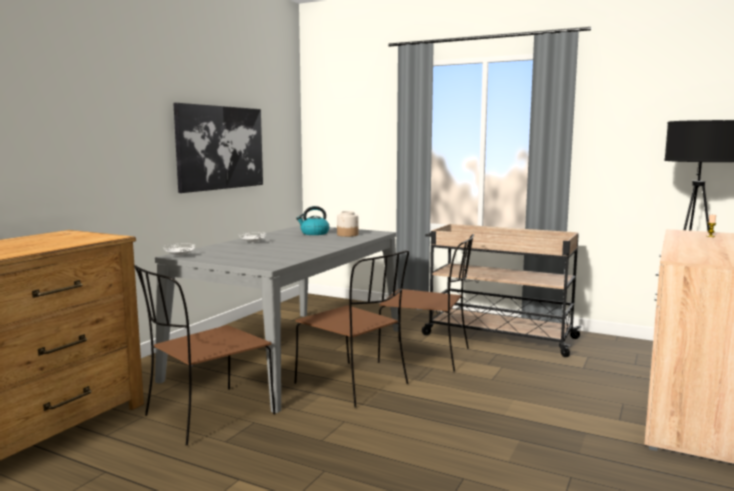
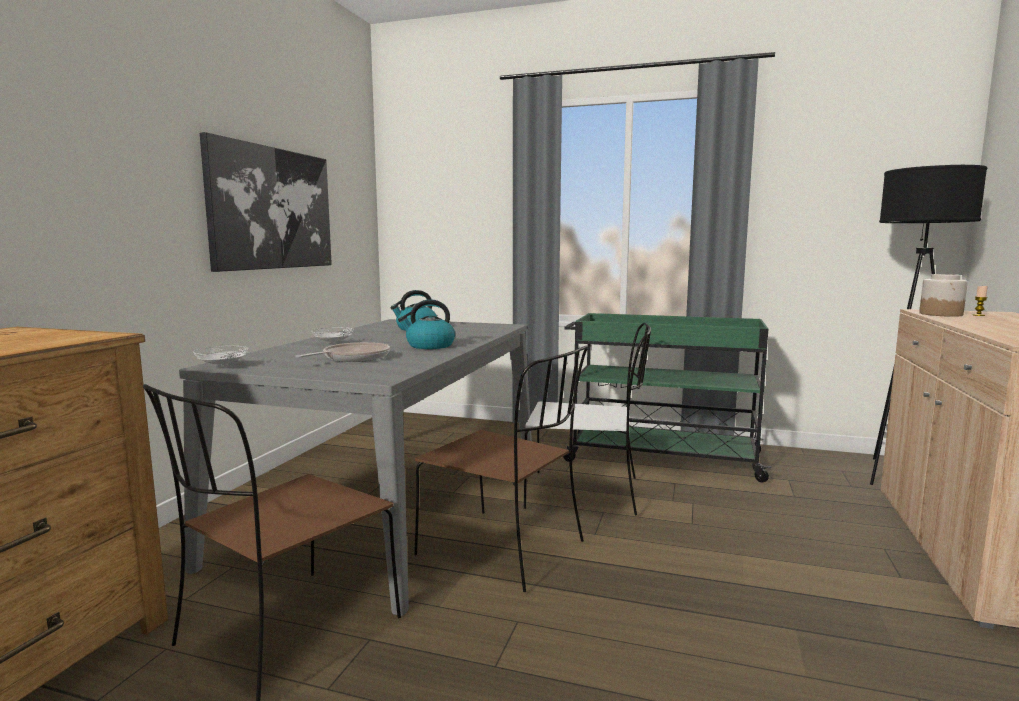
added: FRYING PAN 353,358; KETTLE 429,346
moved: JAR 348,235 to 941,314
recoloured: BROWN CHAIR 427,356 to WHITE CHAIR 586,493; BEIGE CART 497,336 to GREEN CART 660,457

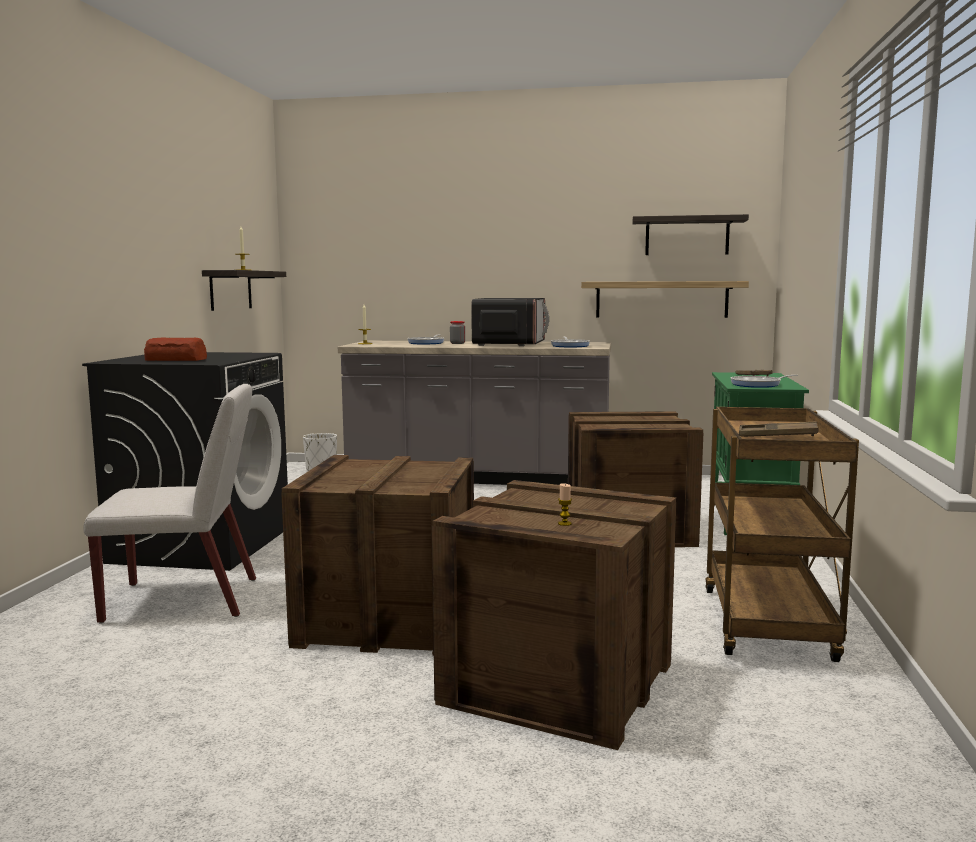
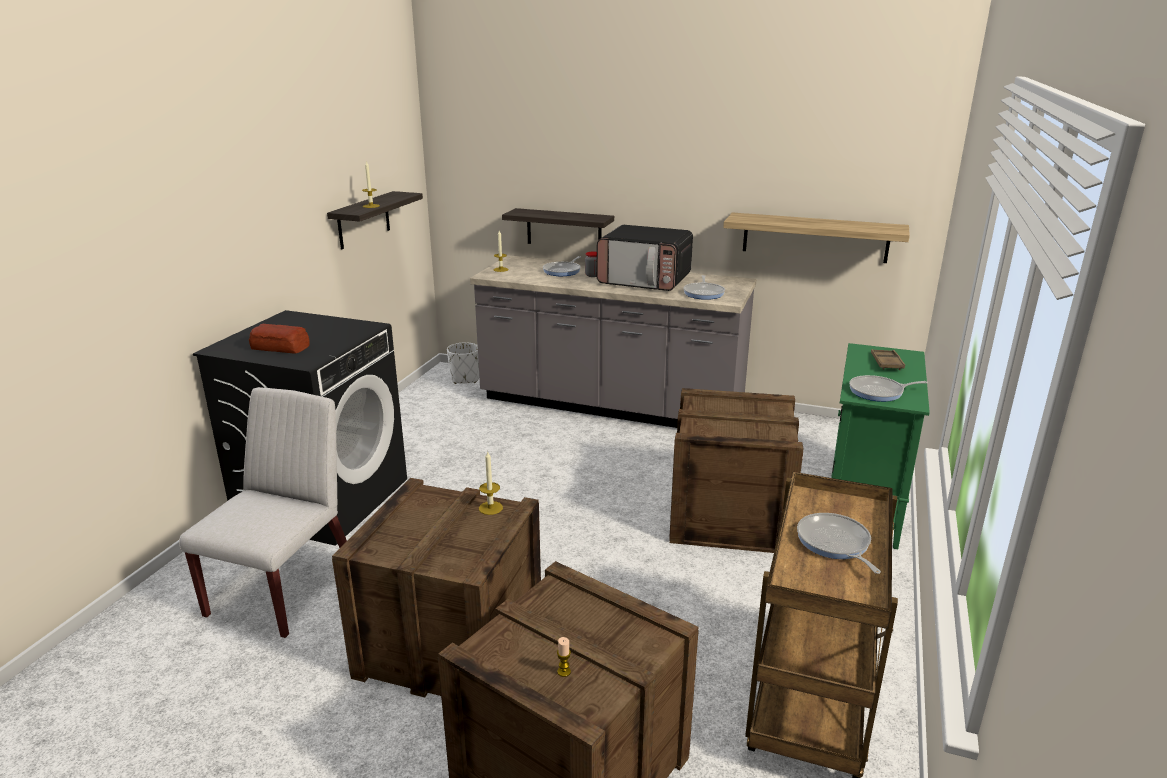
added: CANDLE 490,508
moved: SHELF 687,236 to 564,229
replaced: BROWN TRAY 777,436 to FRYING PAN 834,543
turned: WHITE CHAIR 184,600 = 284,589 75 degrees counterclockwise; MICROWAVE 509,344 = 645,280 90 degrees clockwise

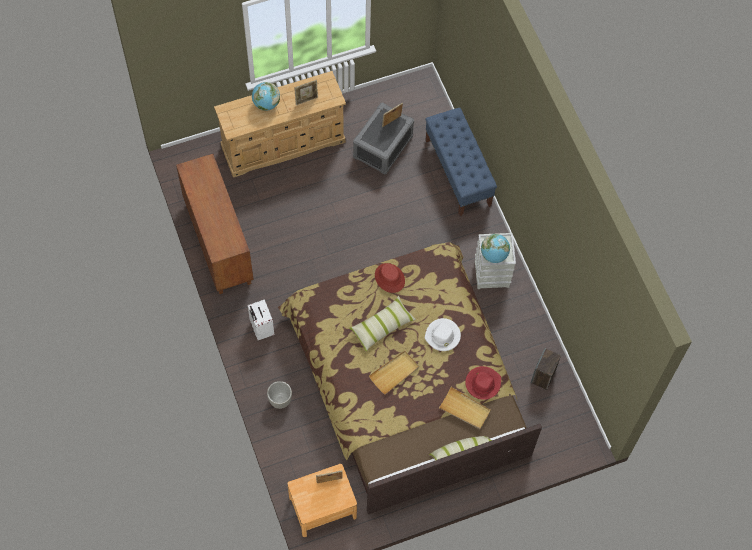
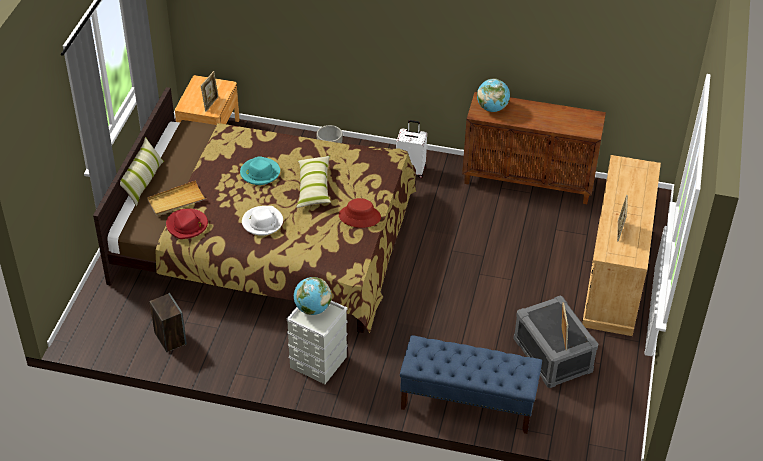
moved: GLOBE 266,104 to 492,108
replaced: BEIGE TRAY 394,373 to TURQUOISE HAT 260,173

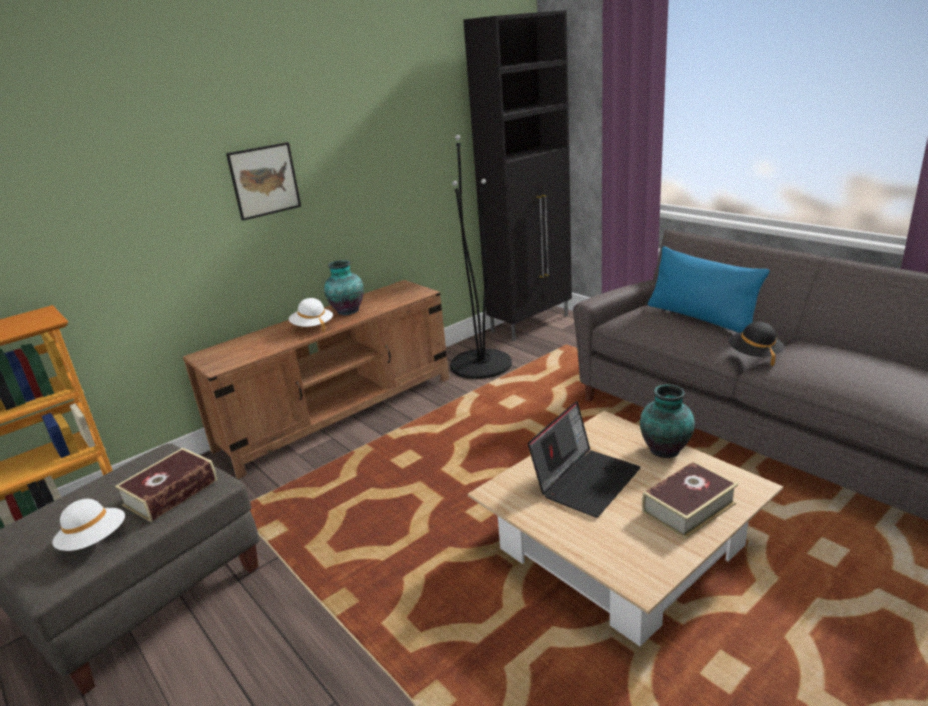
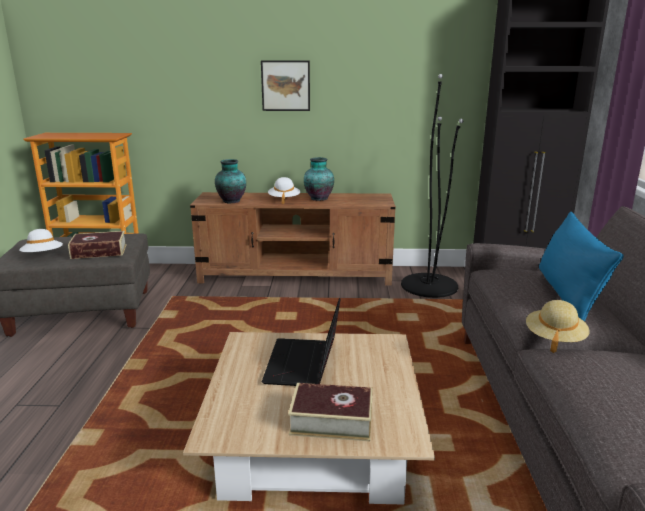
moved: VASE 666,450 to 231,201
recoloured: BLACK HAT 754,355 to BEIGE HAT 554,338
turned: LAPTOP 585,480 = 304,364 105 degrees clockwise

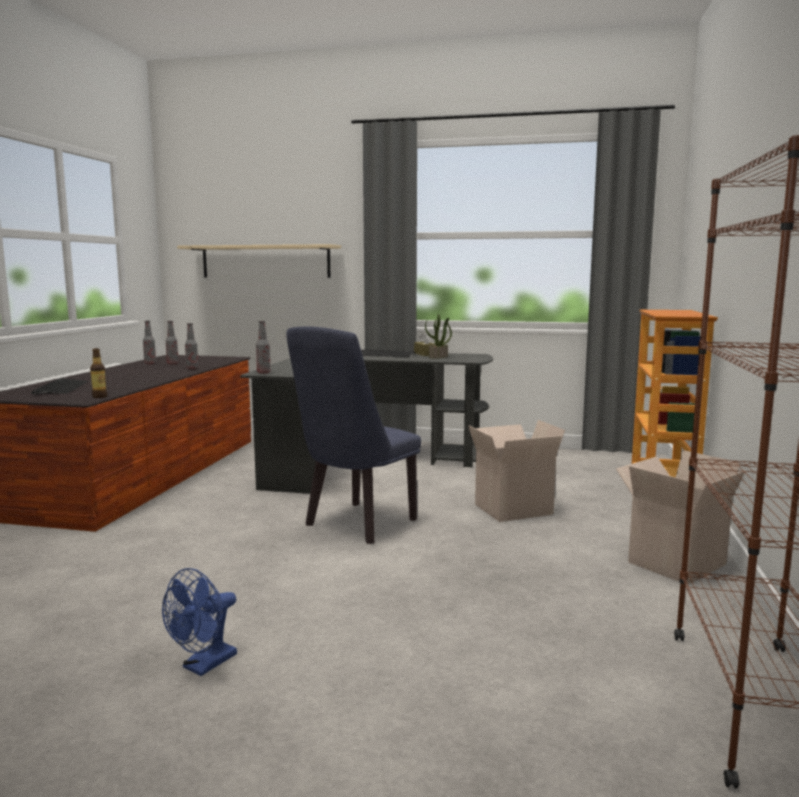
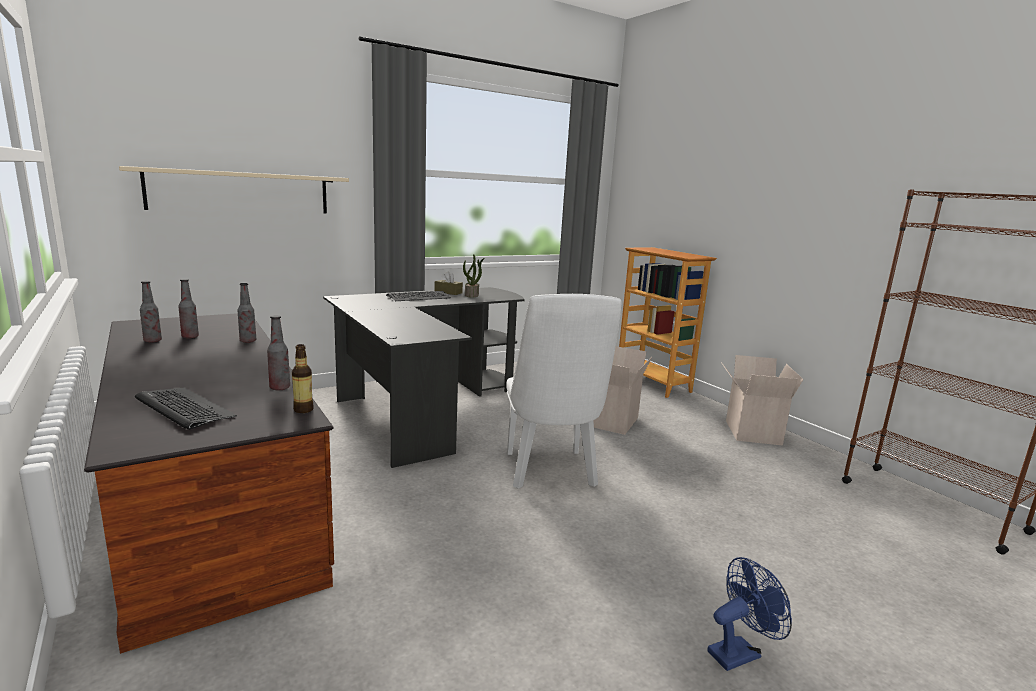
moved: BOTTLE 263,372 to 280,388
recoloured: BLUE CHAIR 355,525 to WHITE CHAIR 551,473
turned: BLUE FAN 204,666 = 739,652 105 degrees counterclockwise

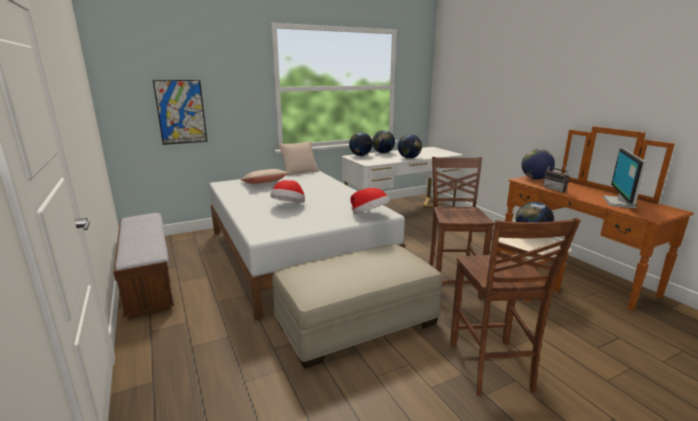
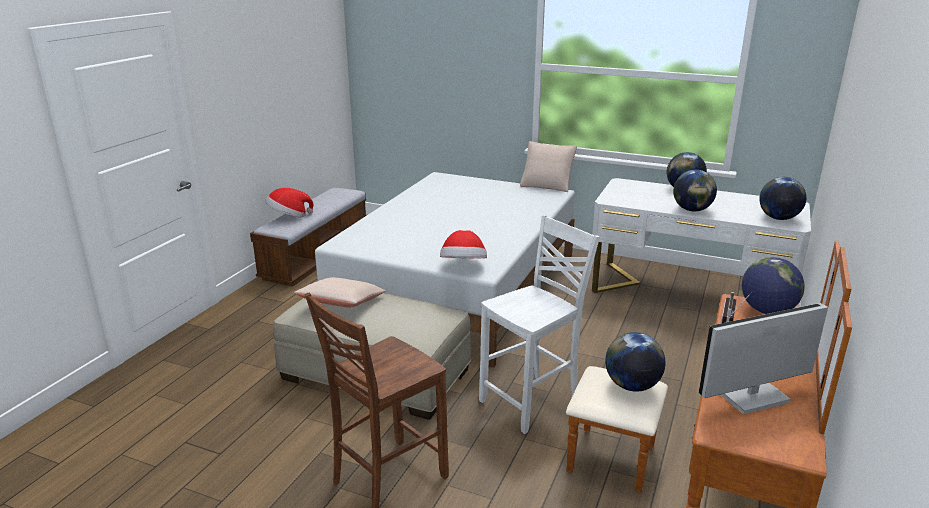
removed: PICTURE 181,112
moved: BEIGE PILLOW 264,184 to 342,304; HAT 289,206 to 289,217; GLOBE 360,155 to 778,218
recoloured: BROWN CHAIR 452,284 to WHITE CHAIR 532,402

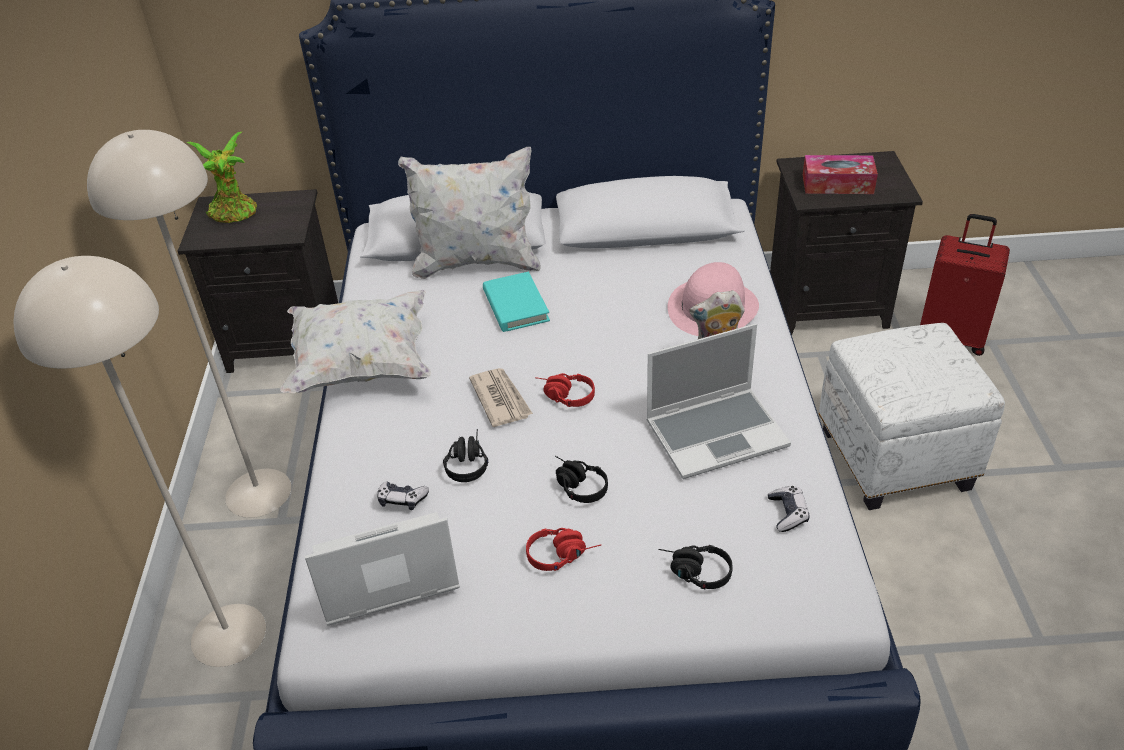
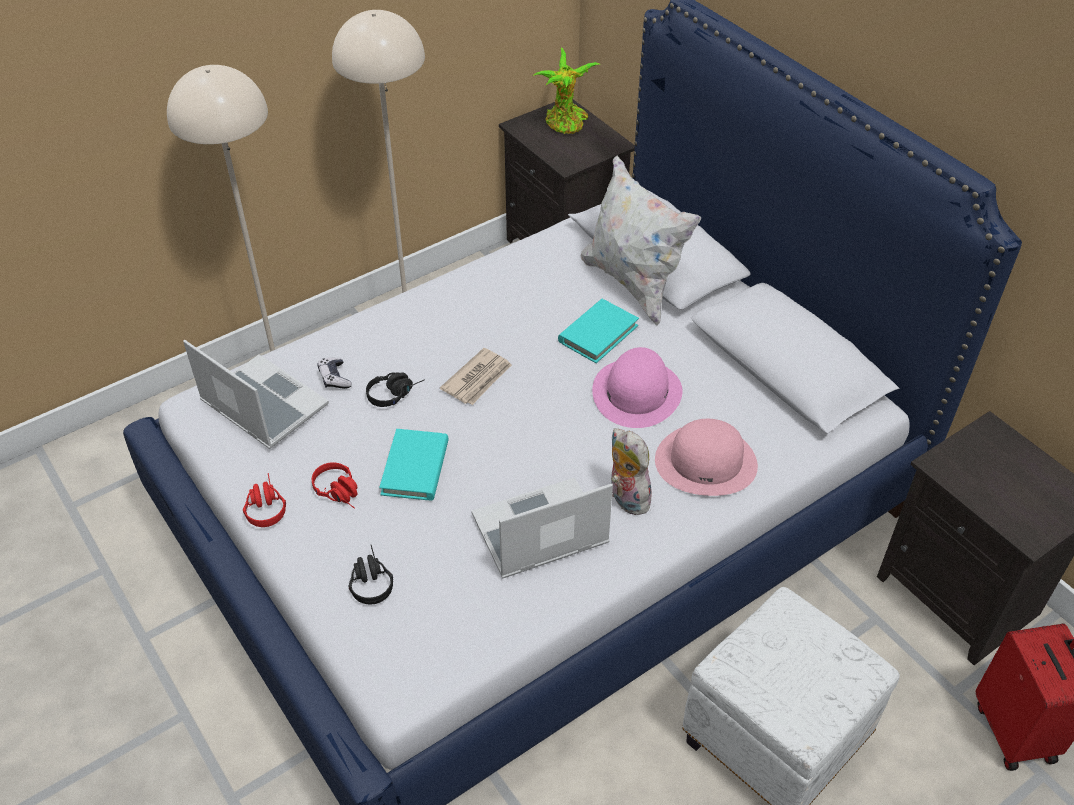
removed: WHITE PILLOW 362,365; GAME CONTROLLER 788,513; TISSUE BOX 837,184
added: PINK HAT 636,392
moved: RED HEADPHONES 563,396 to 265,506
replaced: BLACK HEADPHONES 576,485 to TURQUOISE BOOK 415,468
turned: LAPTOP 717,433 = 539,532 120 degrees clockwise

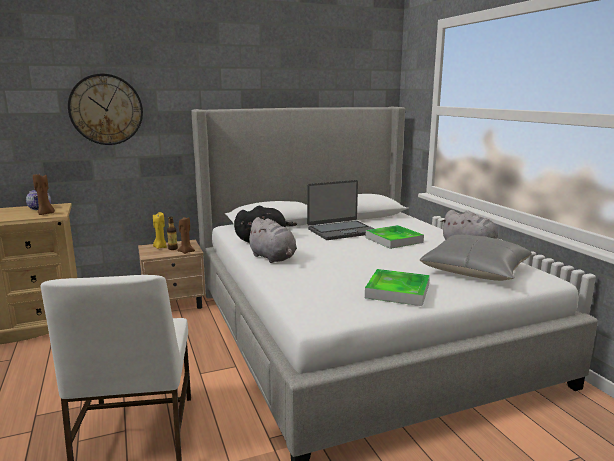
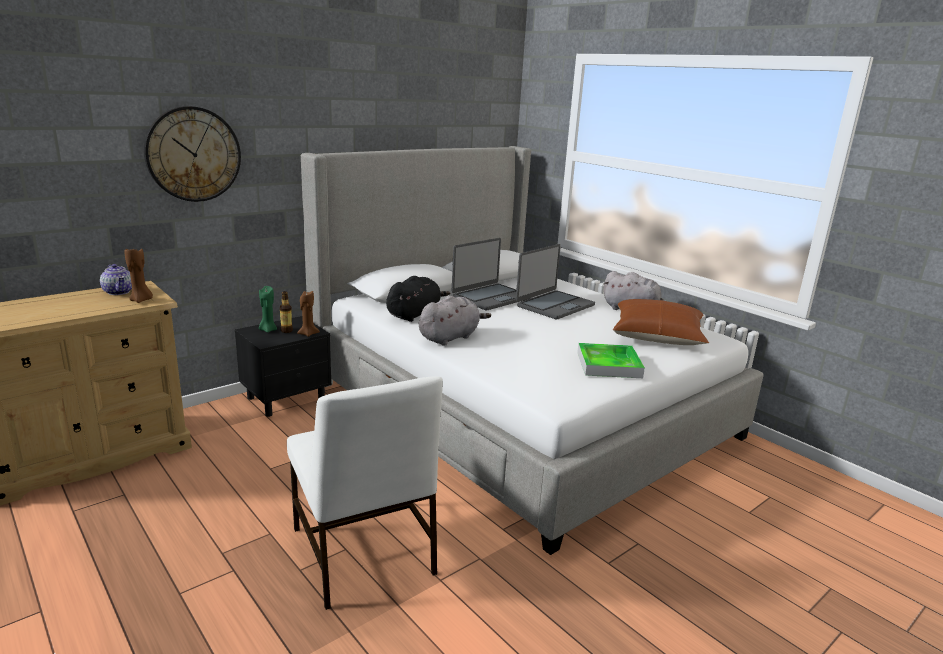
replaced: TRAY 394,240 to LAPTOP 554,305
recoloured: BEIGE NIGHTSTAND 175,304 to BLACK NIGHTSTAND 287,398; YELLOW CANDLE 160,247 to GREEN CANDLE 268,330; GREY PILLOW 475,271 to BROWN PILLOW 657,336
turned: GREY PLUSH TOY 273,258 = 450,337 75 degrees counterclockwise

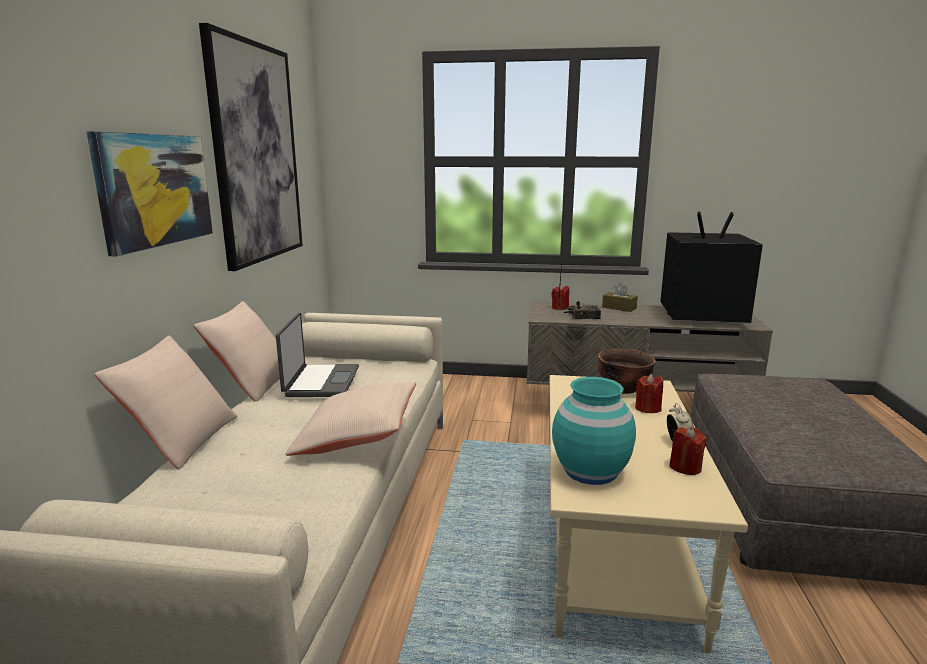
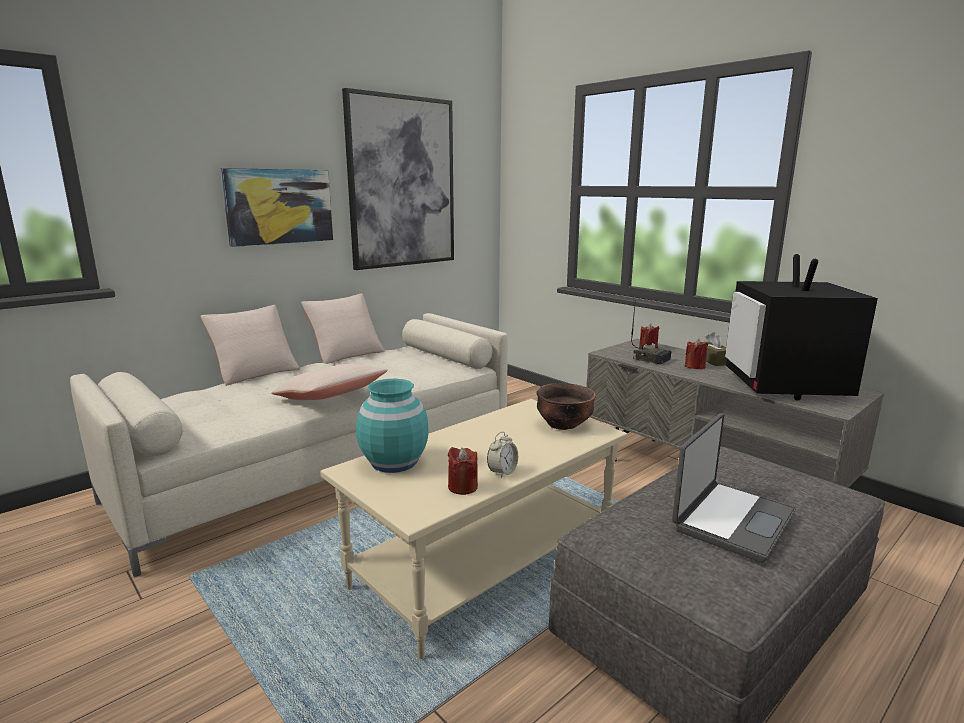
moved: LAPTOP 320,382 to 731,520; RED CANDLE 648,408 to 695,366
turned: TELEVISION 700,317 = 786,387 135 degrees counterclockwise

